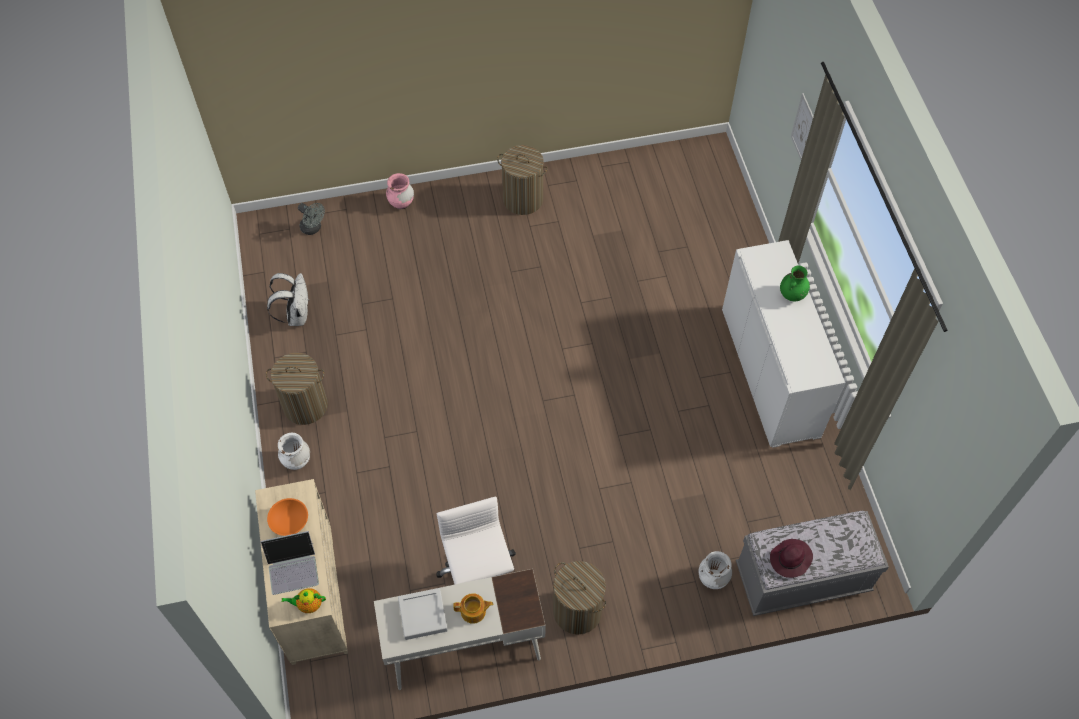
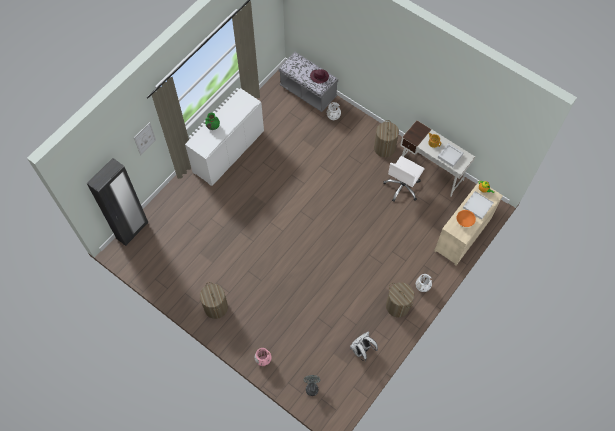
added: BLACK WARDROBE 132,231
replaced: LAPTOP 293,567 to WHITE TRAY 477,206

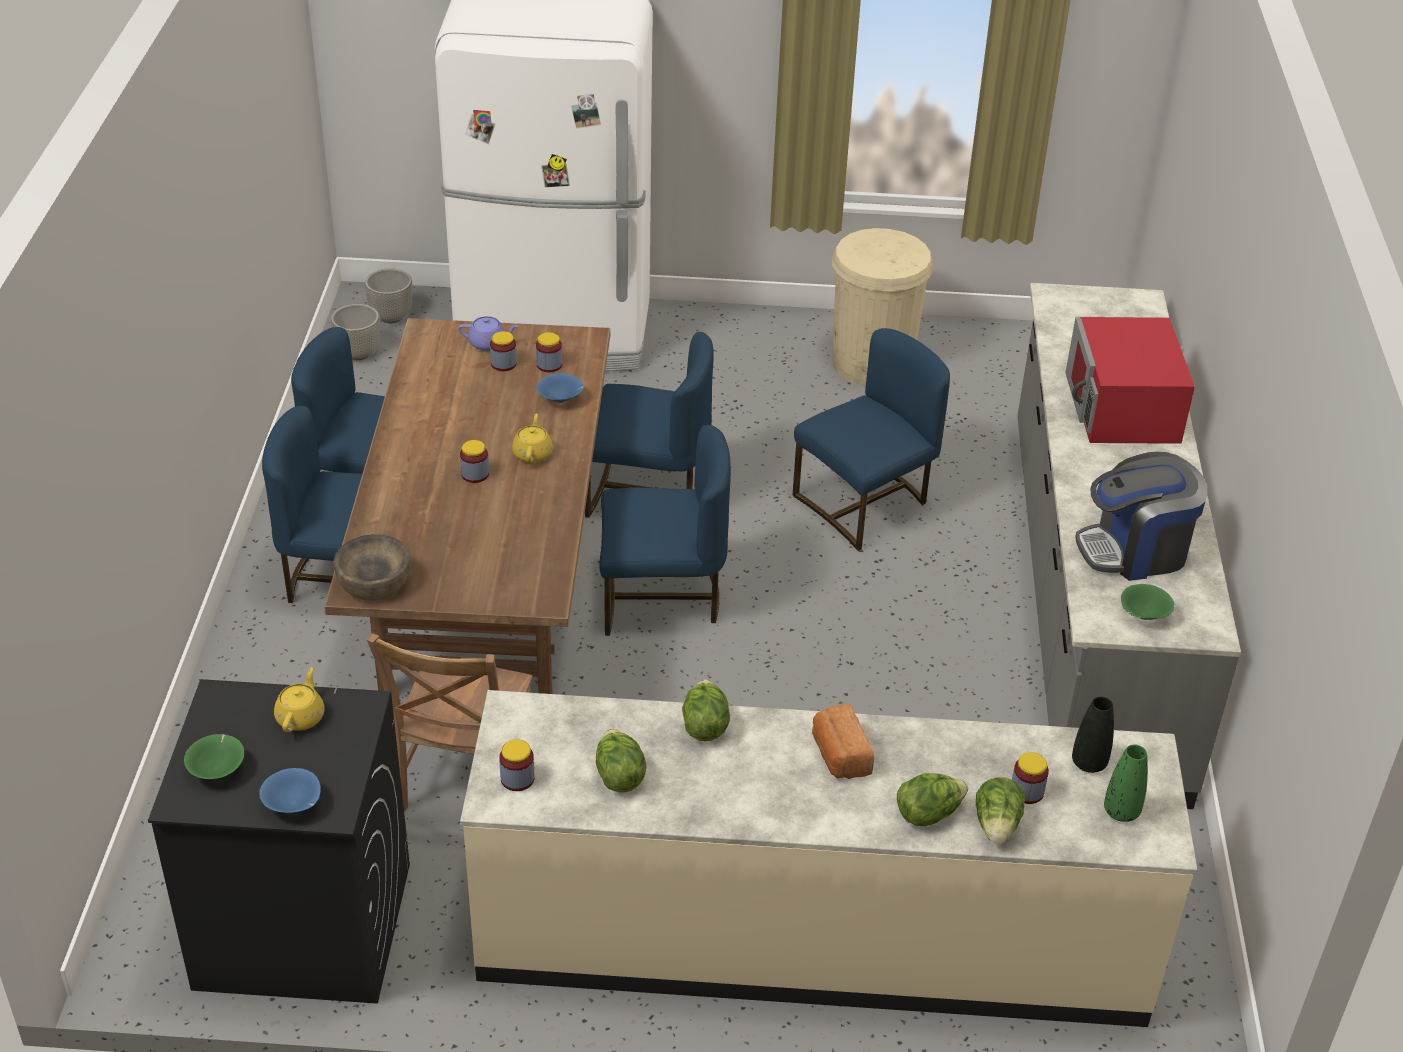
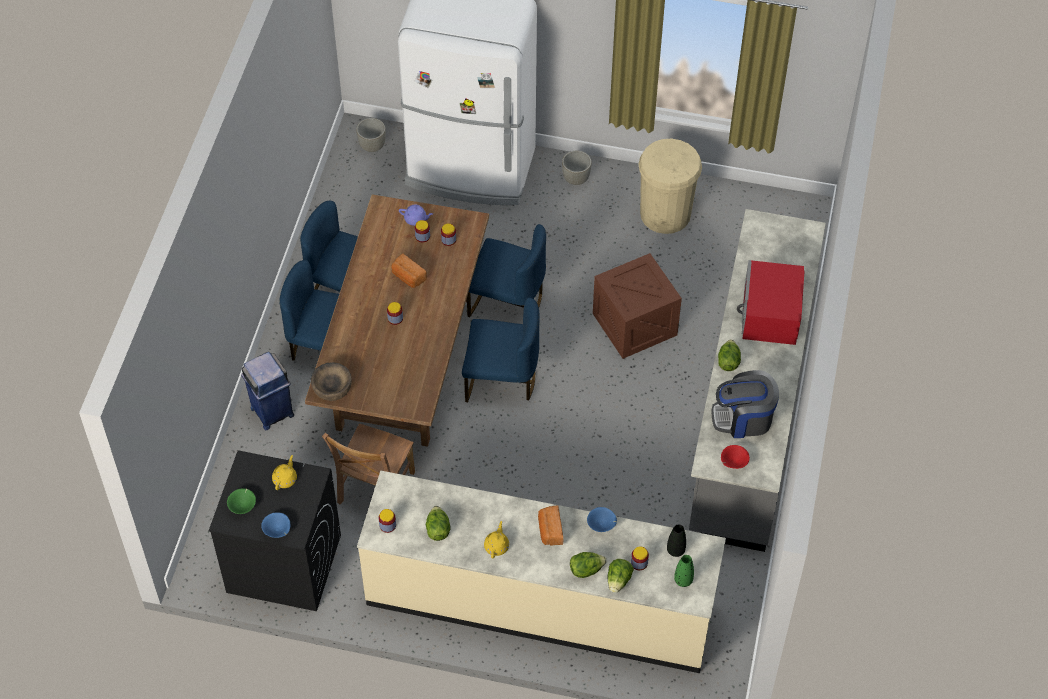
added: BLUE TRASH CAN 272,411; BREAD 408,277
moved: GREY PLANTER 358,353 to 576,179; YELLOW TEAPOT 533,453 to 496,546; BLUE BOWL 561,400 to 602,525; LETTUCE 704,726 to 728,362
replaced: BLUE CHAIR 865,504 to CRATE 634,324
recoloured: GREEN BOWL 1143,616 to RED BOWL 733,462

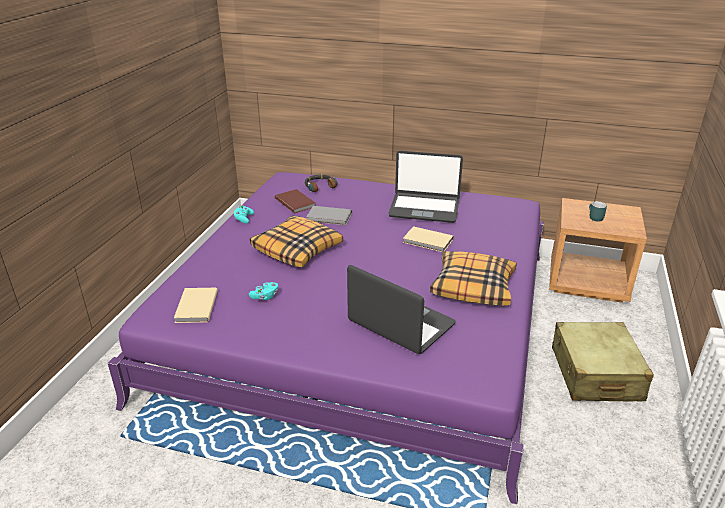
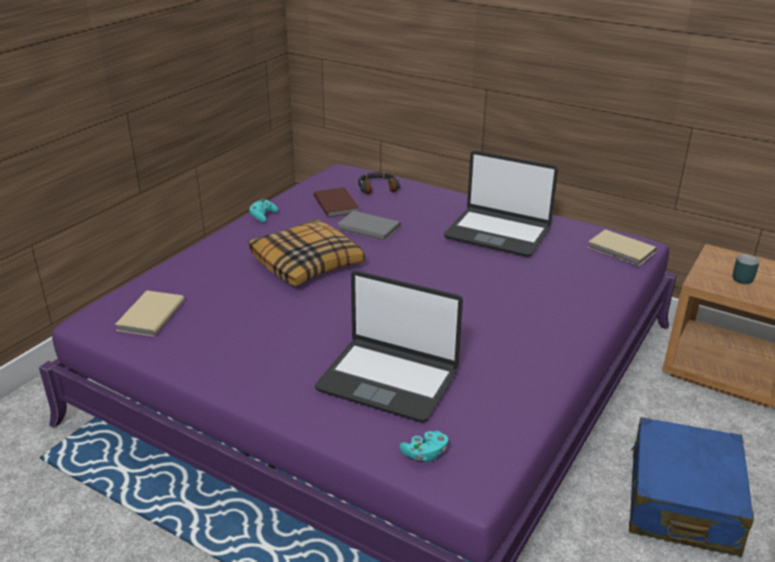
removed: PILLOW 473,287
moved: TURQUOISE GAME CONTROLLER 265,296 to 424,454; BEIGE BOOK 428,241 to 621,250
recoloured: BEIGE SUITCASE 595,374 to BLUE SUITCASE 682,502
turned: LAPTOP 400,324 = 388,380 150 degrees clockwise

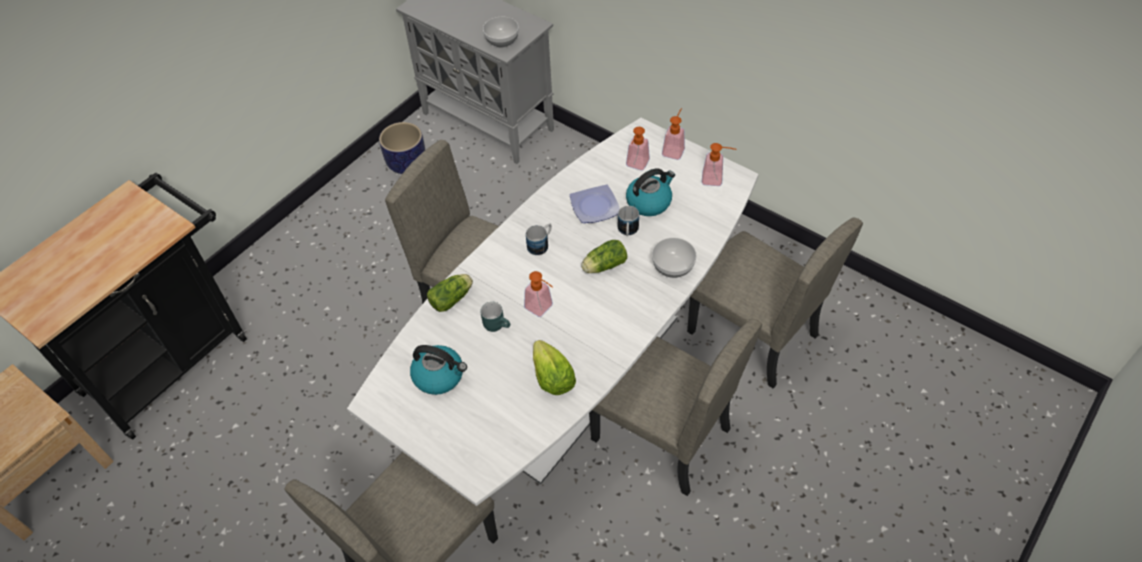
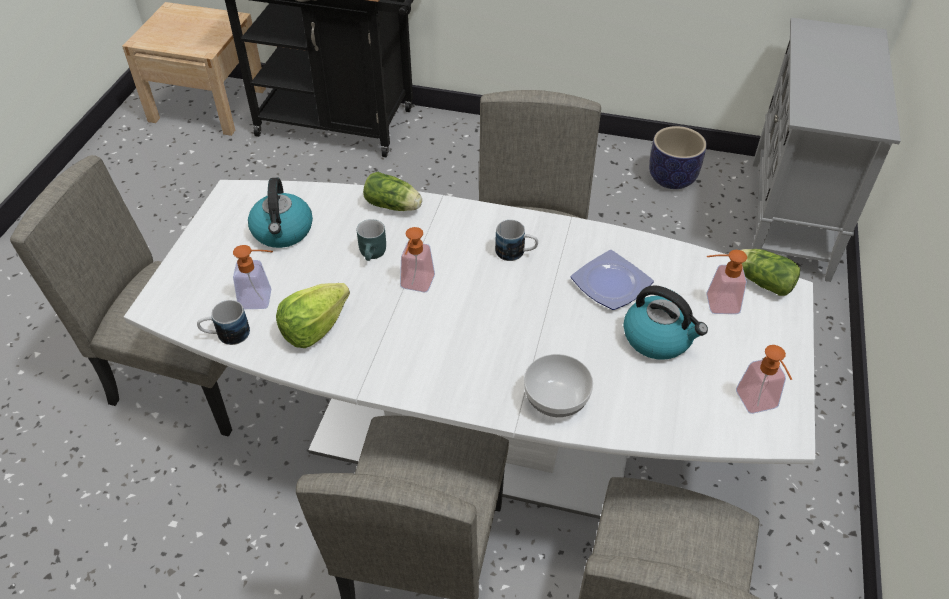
removed: BOWL 501,40
moved: LETTUCE 603,266 to 760,281; MUG 627,231 to 226,335; SOAP DISPENSER 674,149 to 262,299

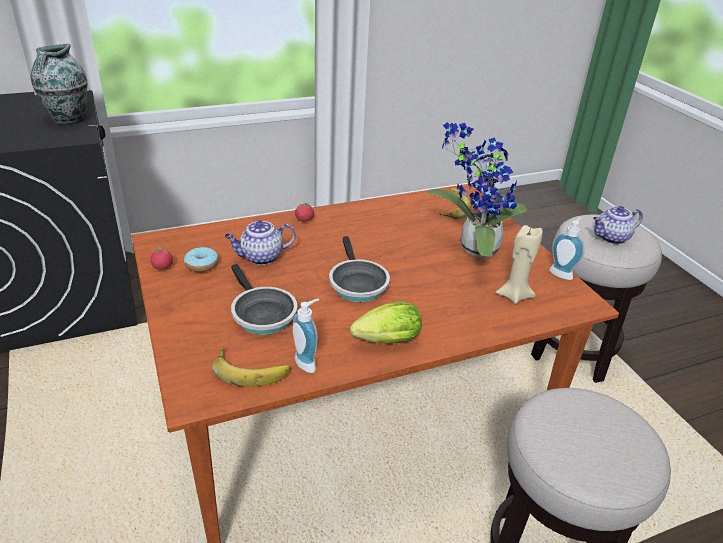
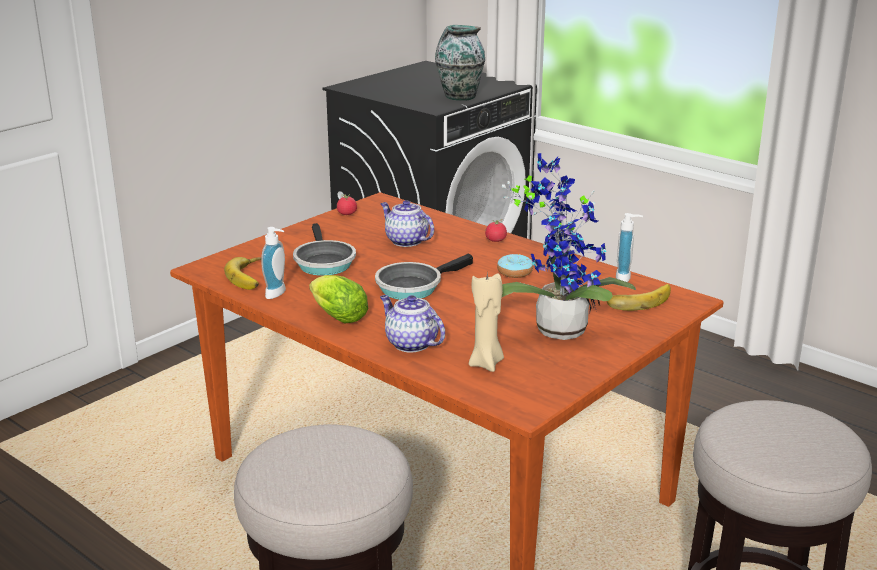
moved: DONUT 202,265 to 514,272; SOAP DISPENSER 562,273 to 626,278; TEAPOT 611,238 to 410,343
turned: FRYING PAN 261,314 = 323,262 45 degrees counterclockwise

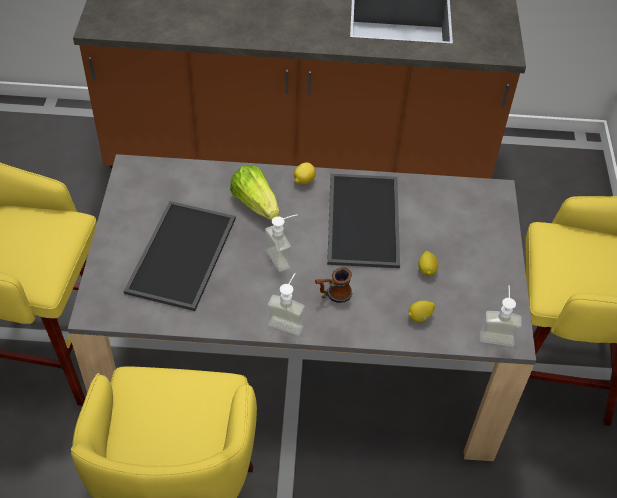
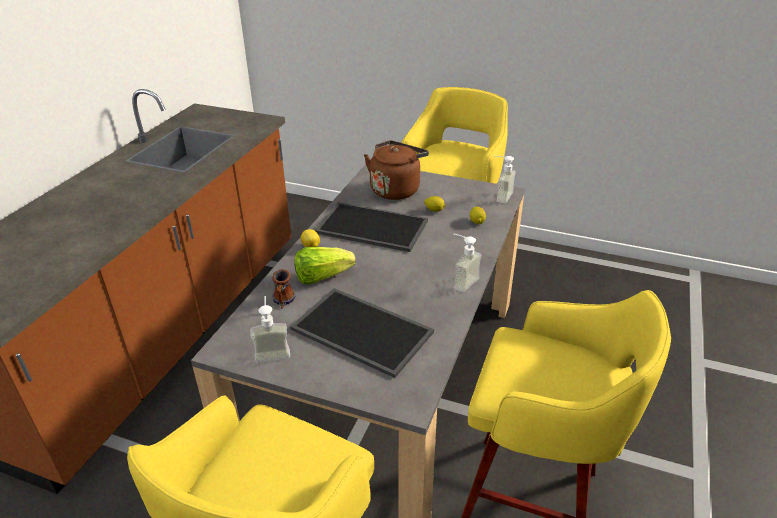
added: BROWN KETTLE 396,189
moved: SOAP DISPENSER 283,256 to 272,351; MUG 333,295 to 283,302

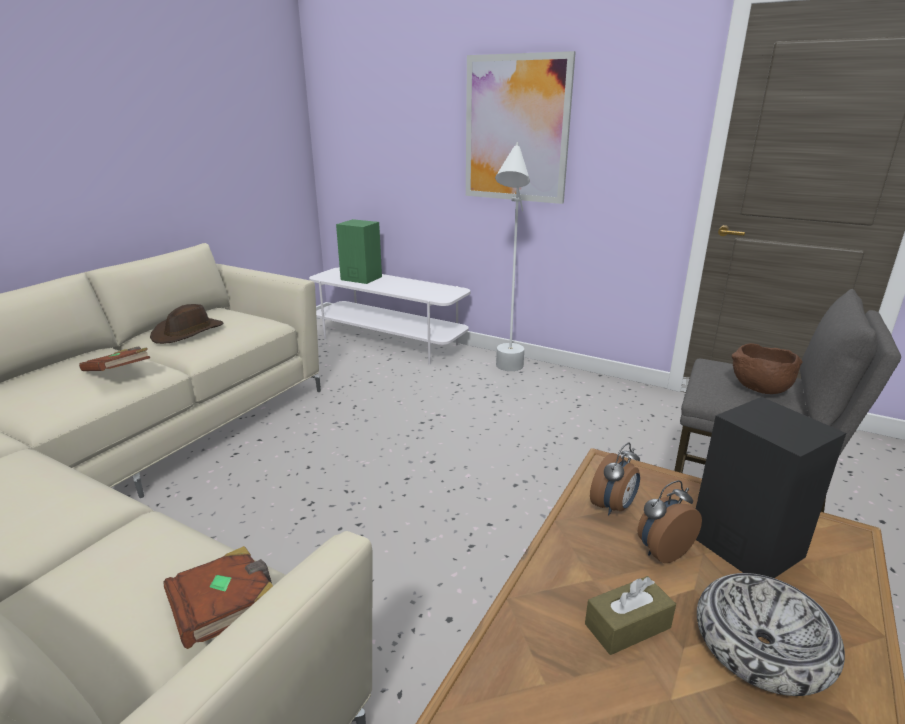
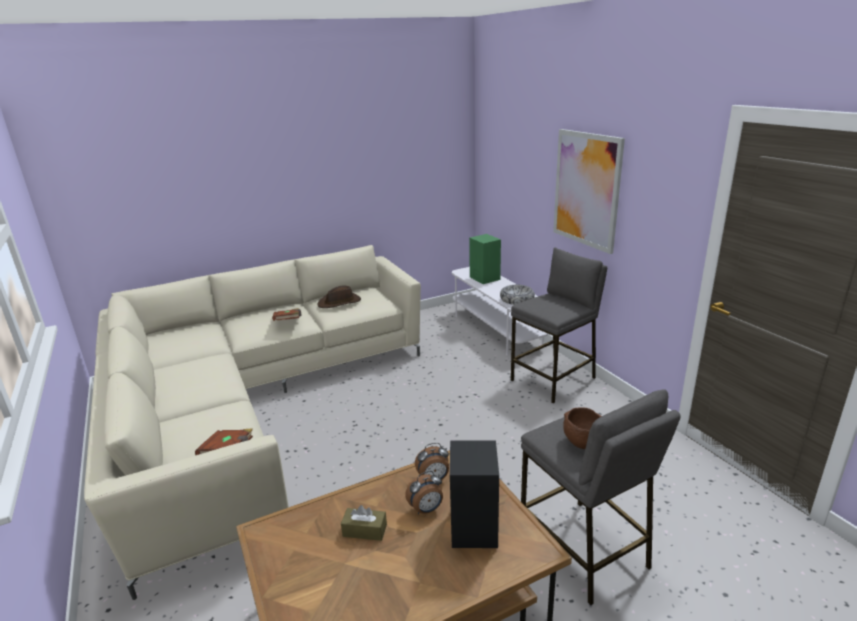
moved: BOWL 761,644 to 517,299
replaced: WHITE FLOOR LAMP 507,375 to GREY STOOL 554,379
turned: ALARM CLOCK 661,551 = 426,509 150 degrees clockwise

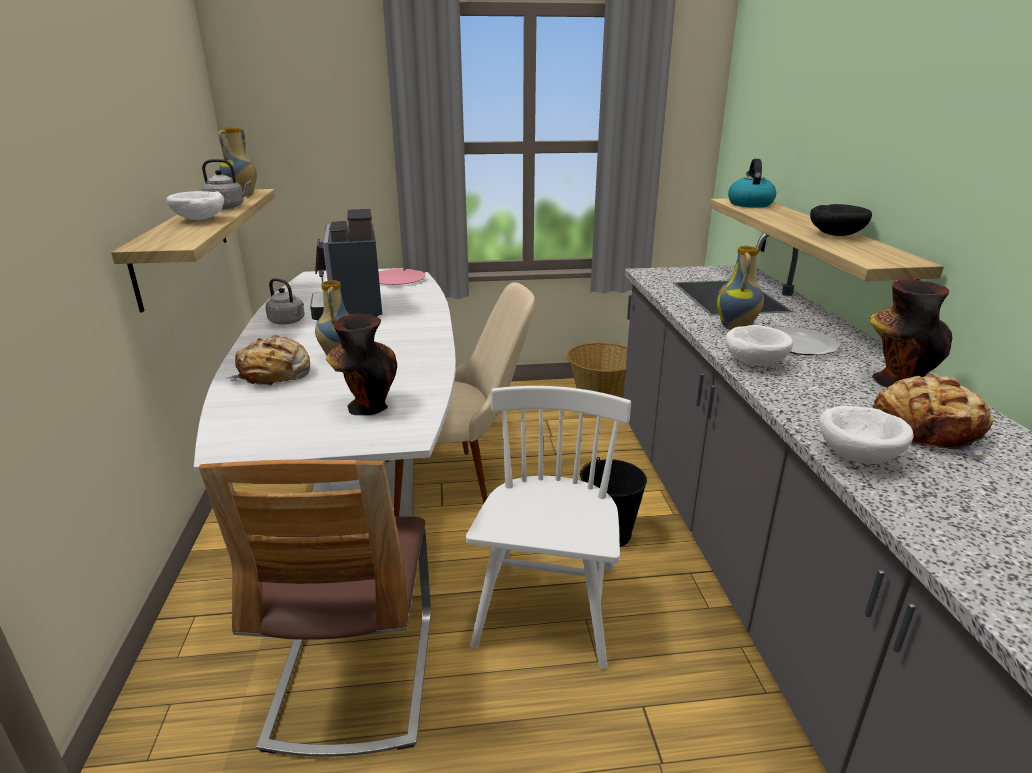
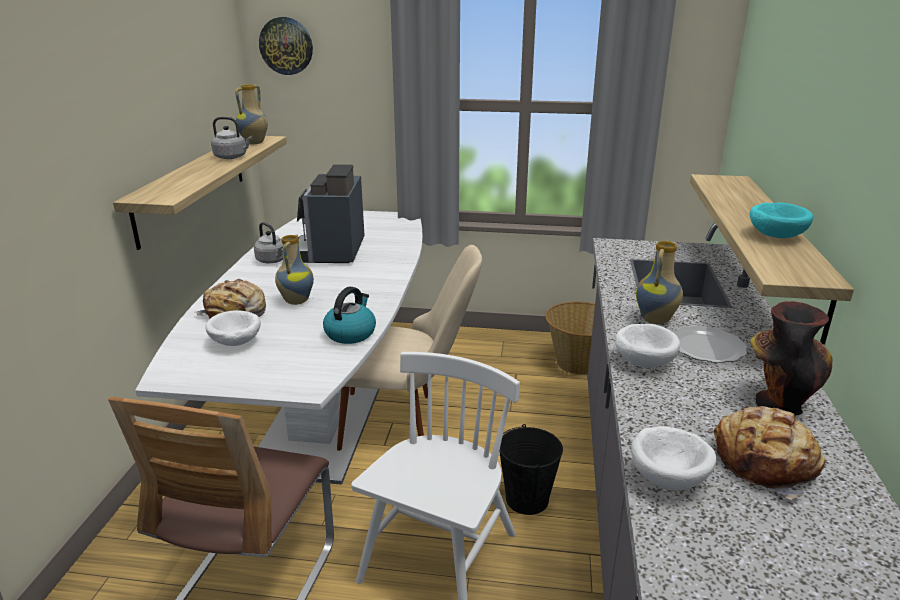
removed: VASE 366,405; PINK PLATE 397,279
added: WALL CLOCK 286,46
moved: WHITE BOWL 200,220 to 235,343; KETTLE 749,204 to 350,333
recoloured: BLACK BOWL 835,234 to TURQUOISE BOWL 775,235

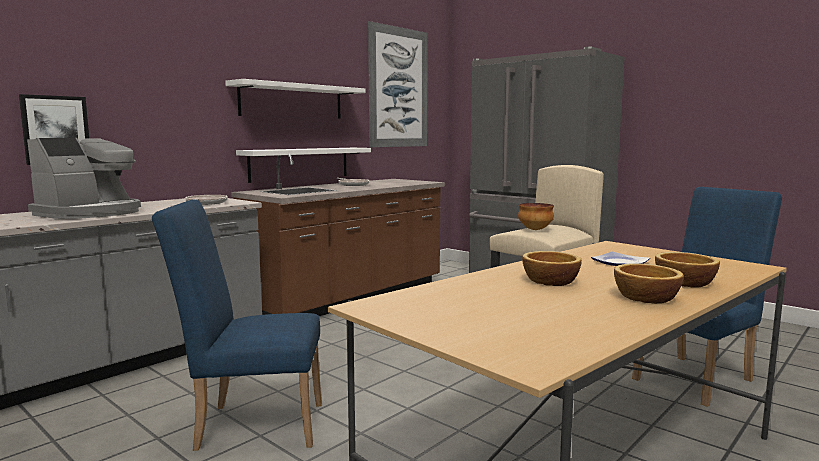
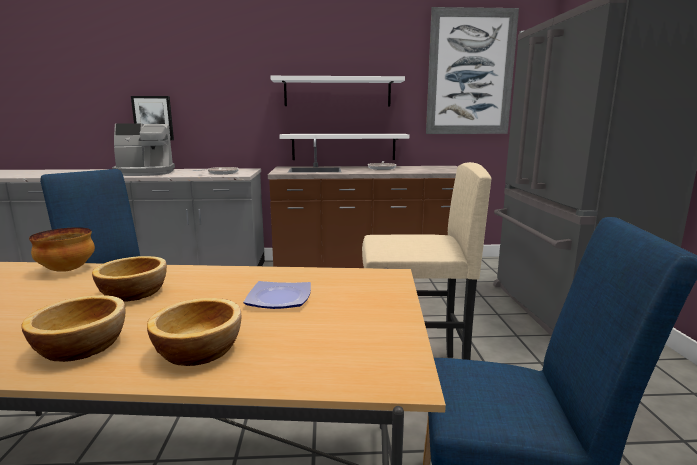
moved: BOWL 535,229 to 68,270

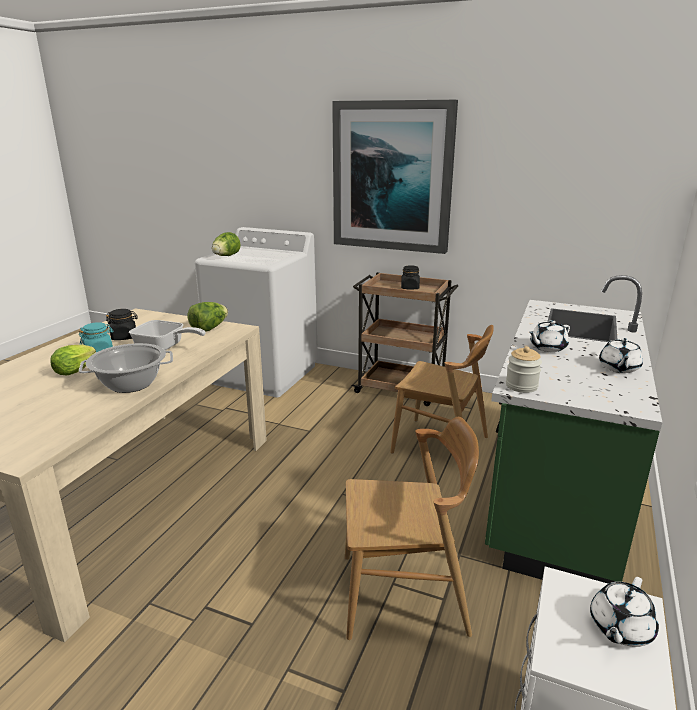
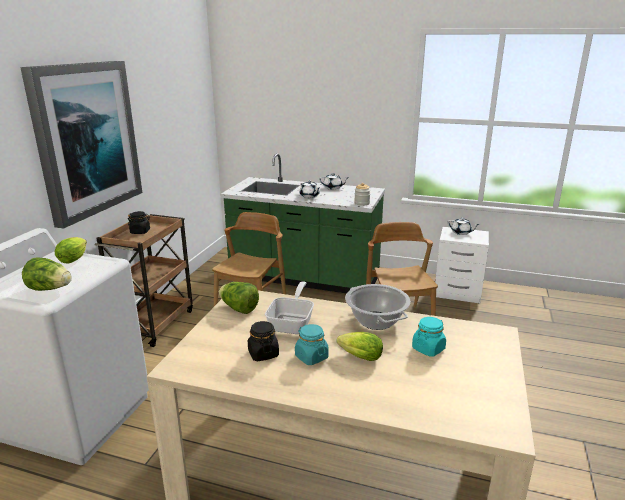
added: LETTUCE 75,259; TURQUOISE JAR 428,349

